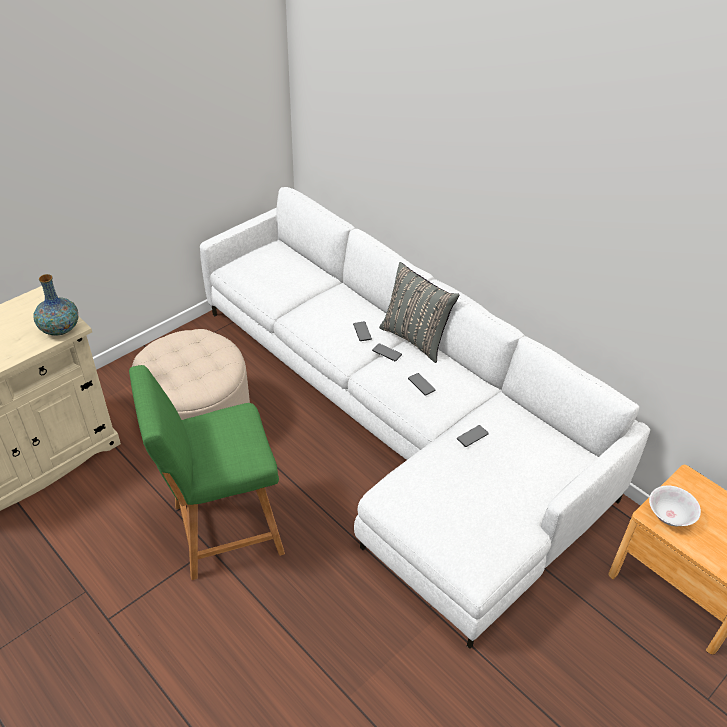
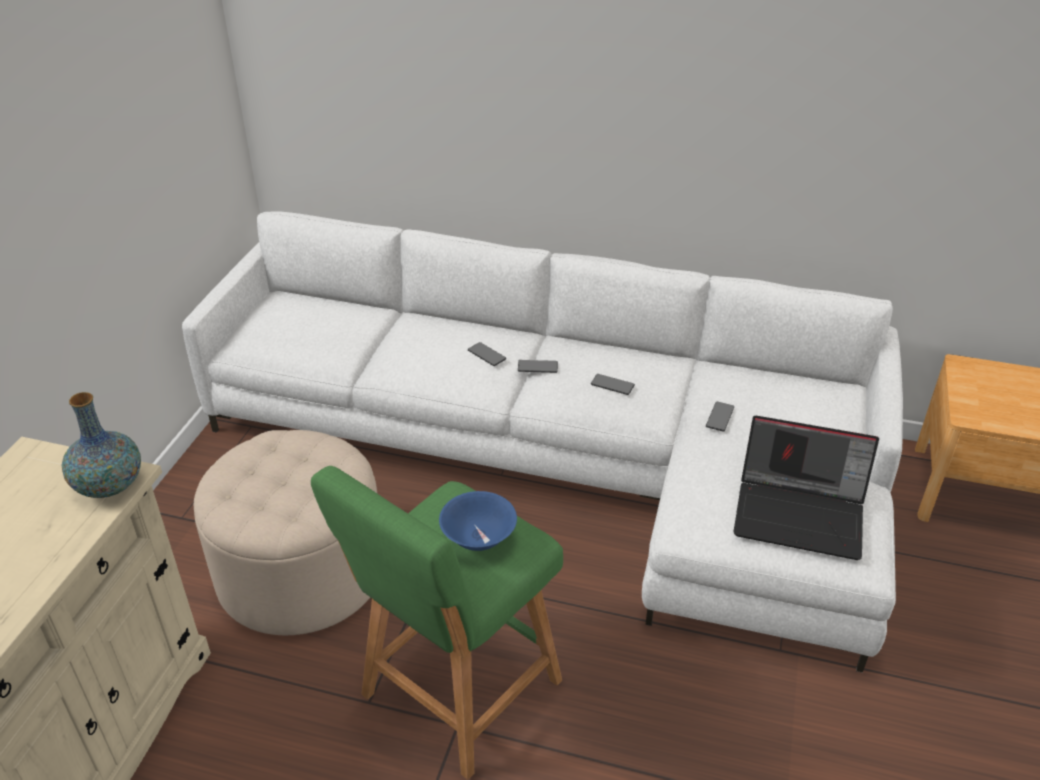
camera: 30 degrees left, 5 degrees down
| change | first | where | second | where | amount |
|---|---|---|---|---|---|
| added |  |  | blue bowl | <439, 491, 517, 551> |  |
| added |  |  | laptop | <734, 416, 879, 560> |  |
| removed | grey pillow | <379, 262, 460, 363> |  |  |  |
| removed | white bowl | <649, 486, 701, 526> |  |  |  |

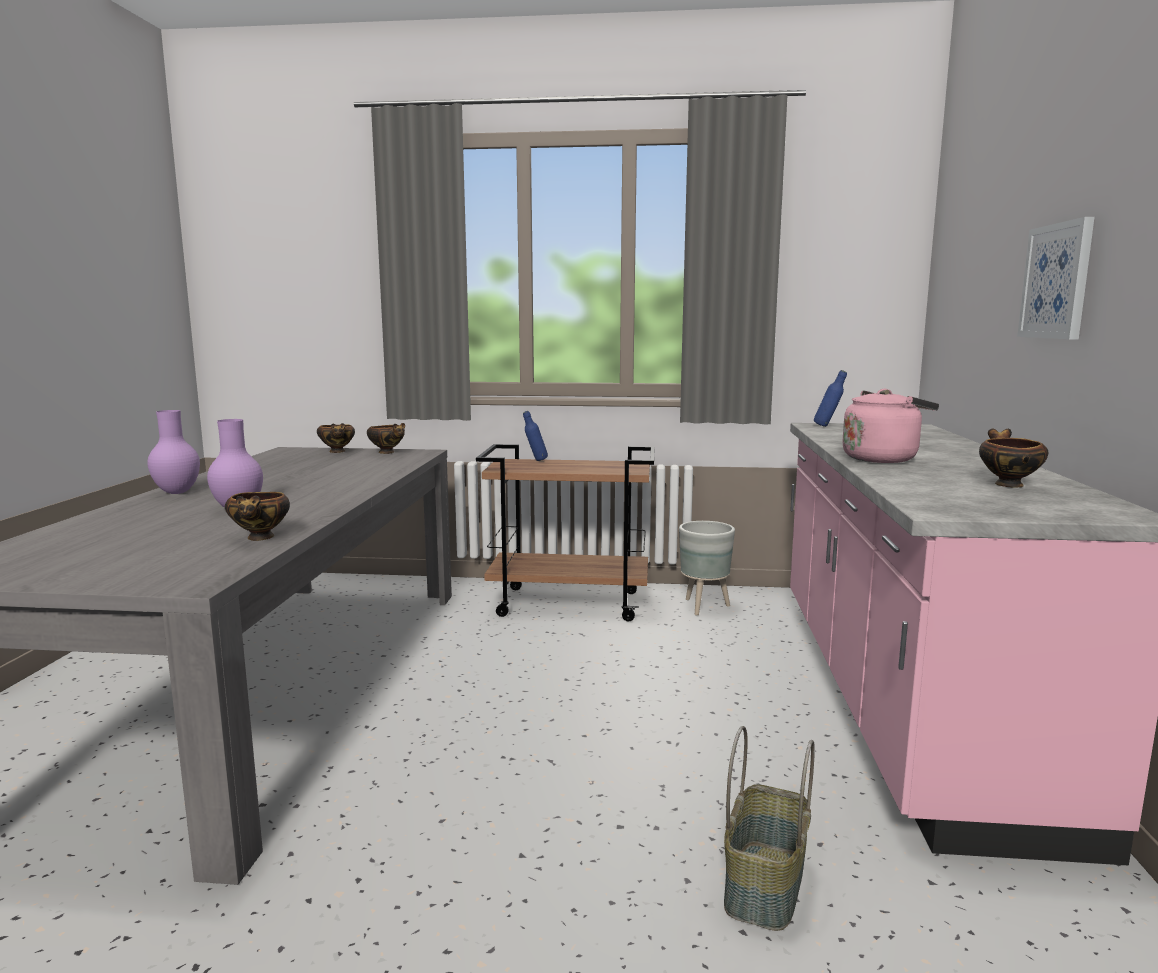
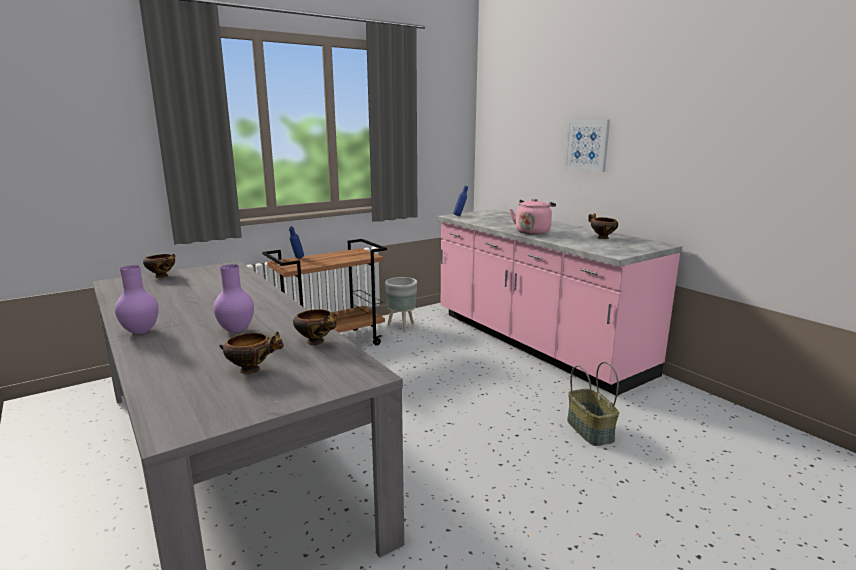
camera: 40 degrees left, 5 degrees up
| change | first | where | second | where | amount |
|---|---|---|---|---|---|
| moved | bowl | <367, 423, 405, 454> |  | <219, 332, 284, 374> |  |

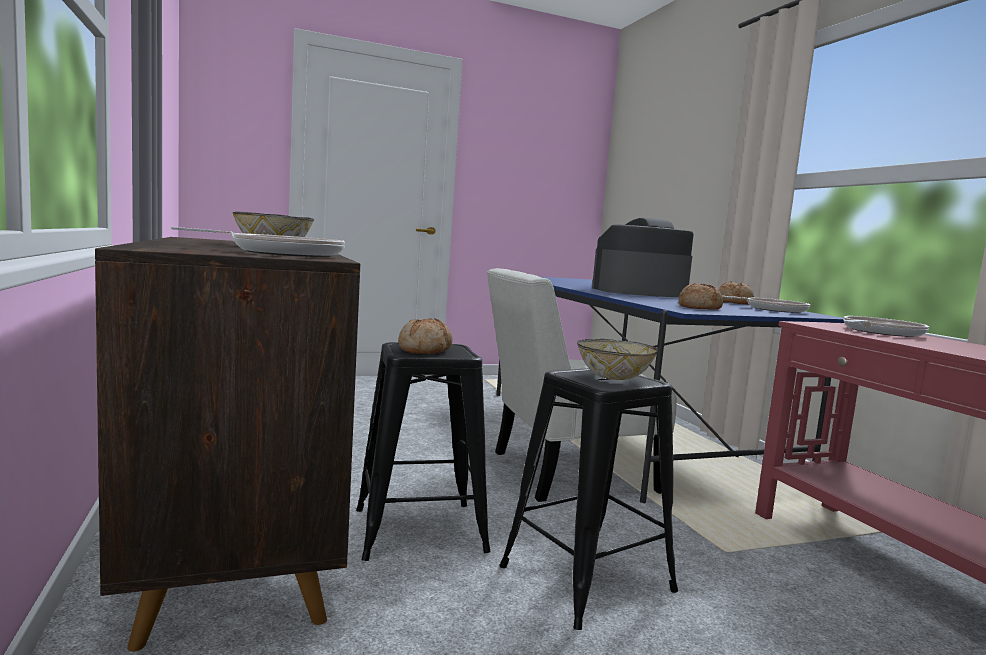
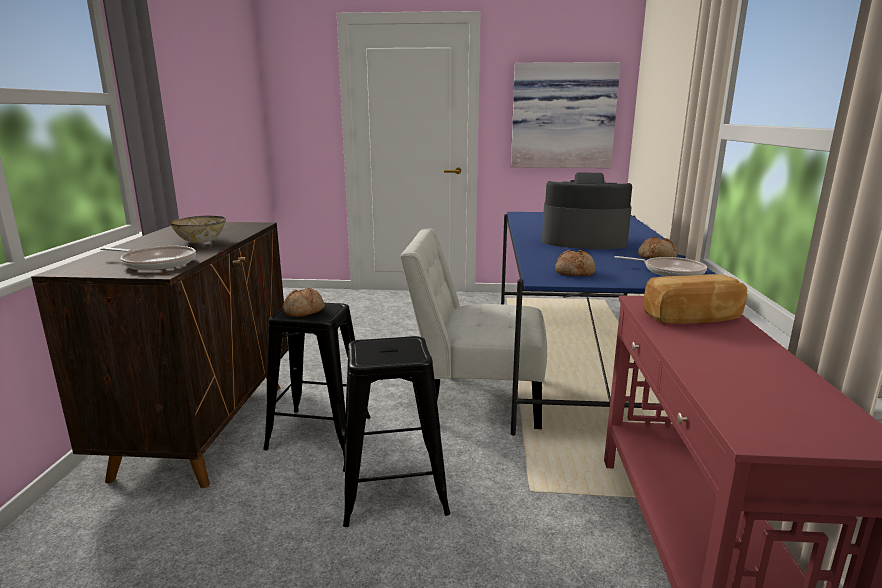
camera: 25 degrees right, 10 degrees up
| change | first | where | second | where | amount |
|---|---|---|---|---|---|
| added |  |  | picture | <511, 62, 621, 168> |  |
| replaced | frying pan | <843, 316, 929, 337> | bread | <644, 274, 747, 324> |  |
| removed | bowl | <577, 339, 658, 380> |  |  |  |

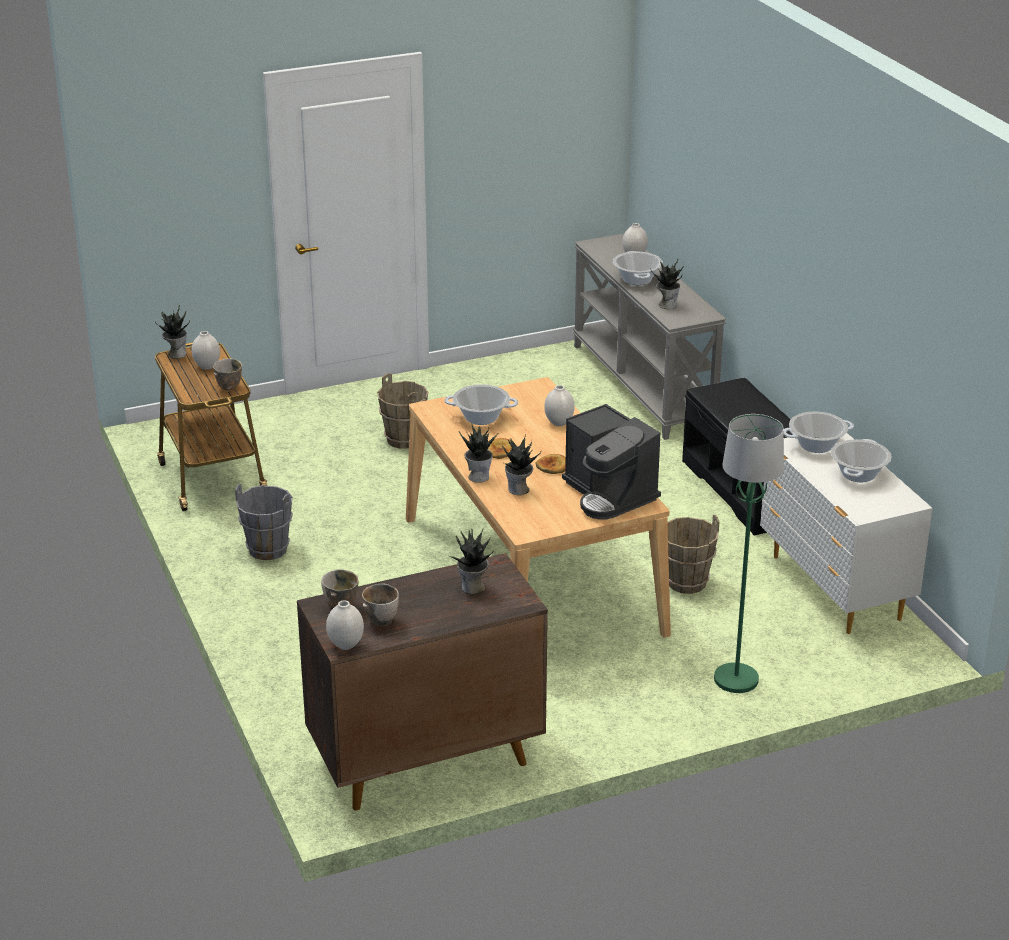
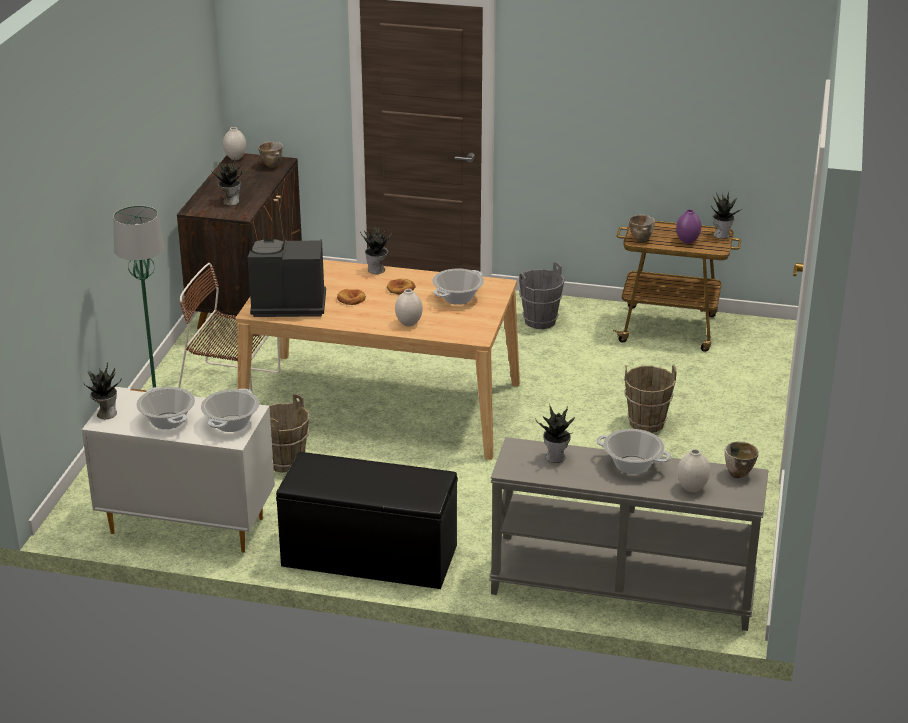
camera: 125 degrees right, 0 degrees up
| change | first | where | second | where | amount |
|---|---|---|---|---|---|
| moved | potted plant | <502, 434, 541, 495> |  | <84, 362, 121, 419> |  |
| added |  |  | brown chair | <178, 263, 281, 394> |  |
| recoloured | white vase | <192, 331, 220, 370> | purple vase | <676, 209, 701, 244> |  |
| moved | bowl | <362, 583, 399, 627> |  | <725, 441, 759, 478> |  |

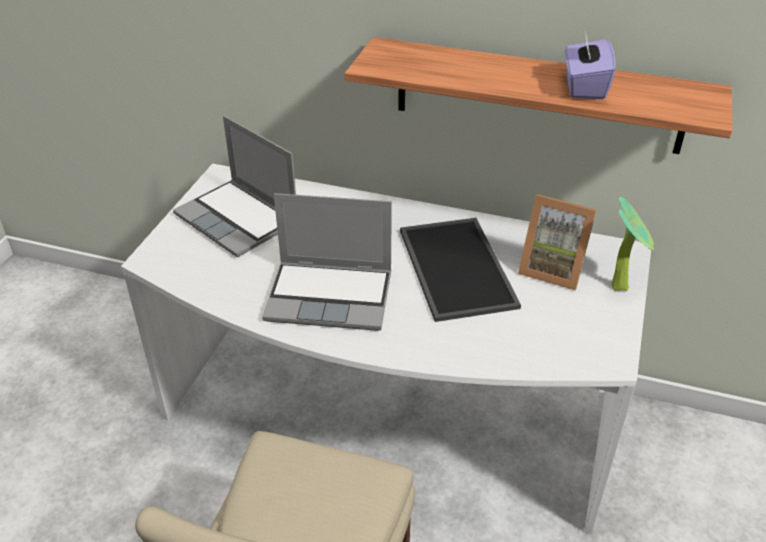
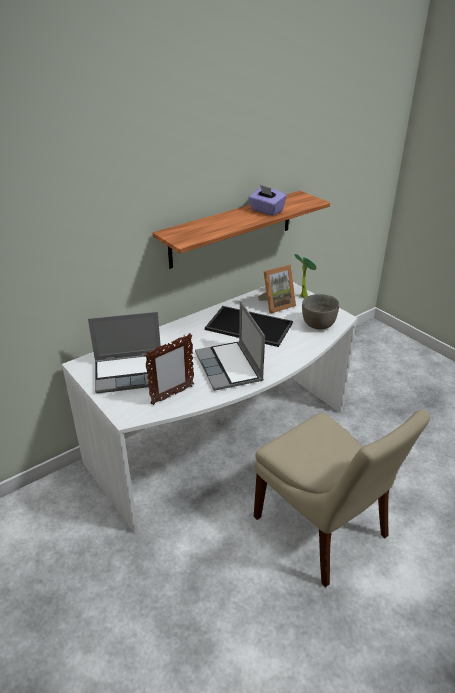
camera: 55 degrees left, 5 degrees down
| change | first | where | second | where | amount |
|---|---|---|---|---|---|
| added |  |  | picture frame | <144, 333, 194, 405> |  |
| turned | laptop | <262, 193, 392, 331> |  | <195, 301, 265, 391> | 120 degrees clockwise |
| added |  |  | grey bowl | <302, 294, 339, 330> |  |

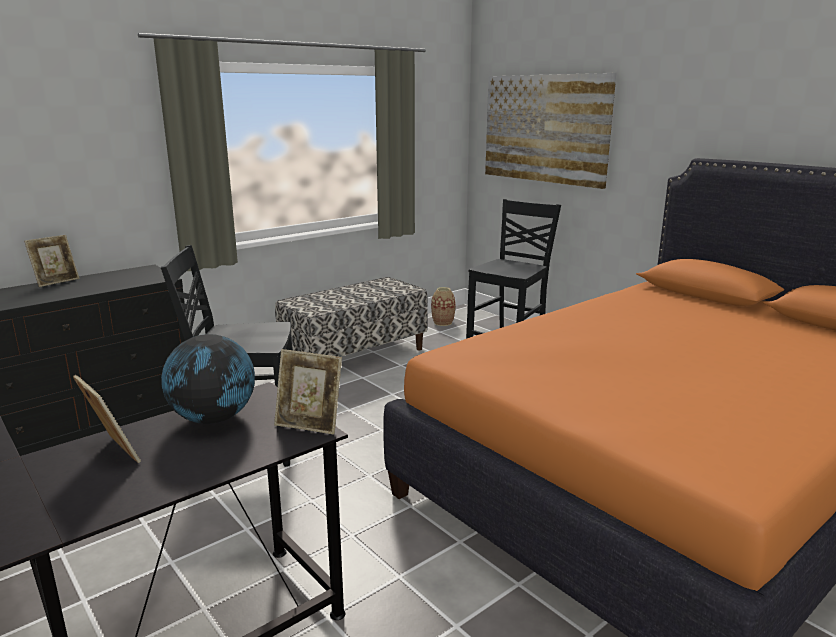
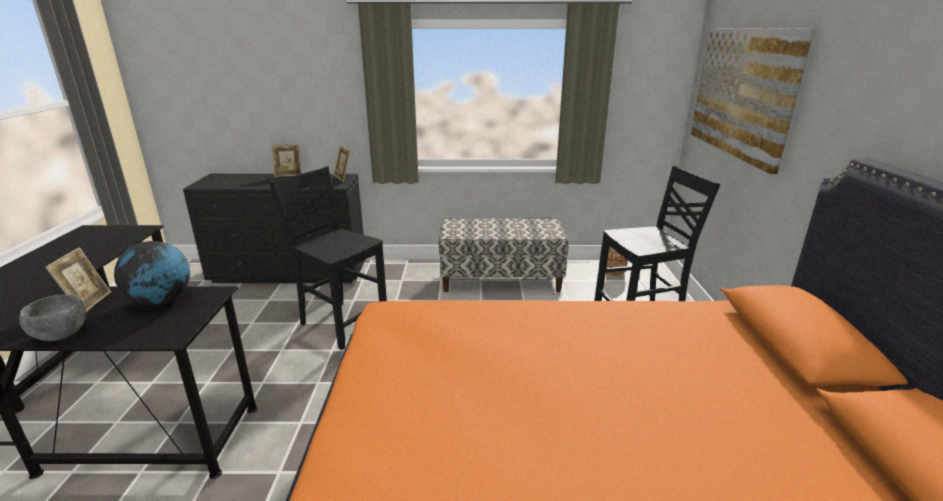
camera: 40 degrees right, 5 degrees up
| change | first | where | second | where | amount |
|---|---|---|---|---|---|
| added |  |  | grey bowl | <19, 294, 86, 341> |  |
| moved | picture frame | <274, 349, 342, 434> |  | <334, 145, 350, 182> |  |

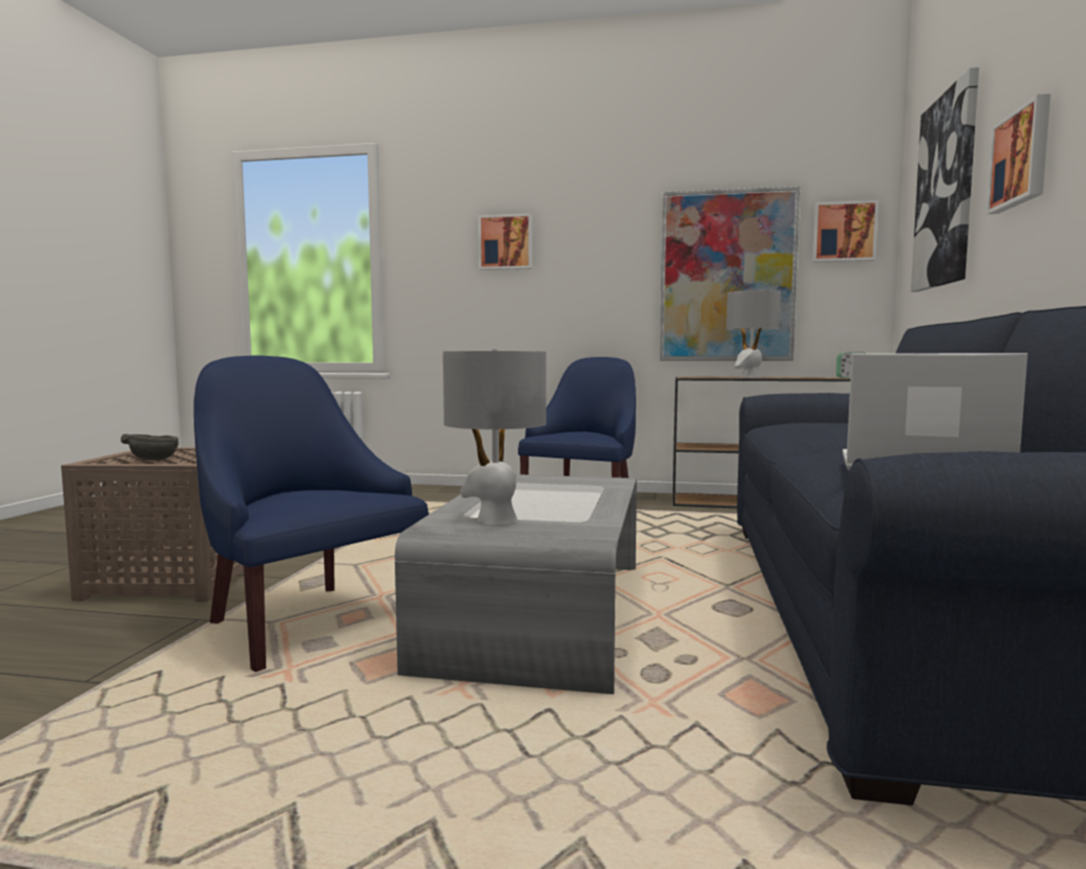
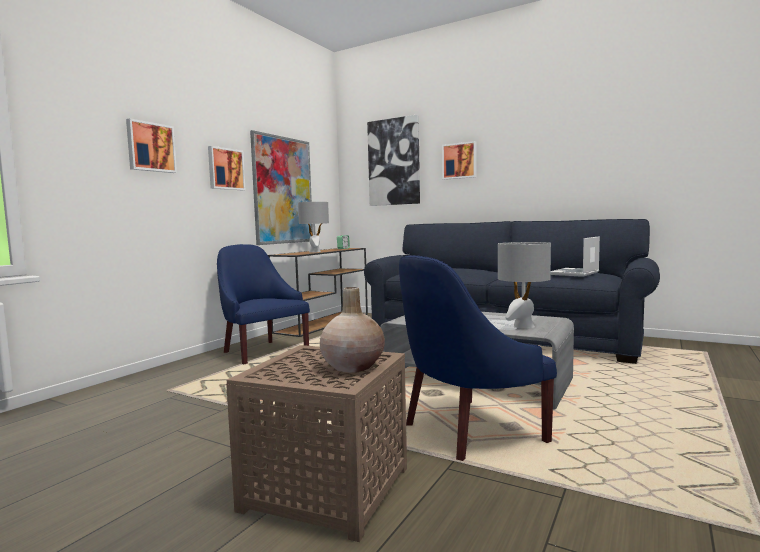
camera: 70 degrees left, 0 degrees up
| change | first | where | second | where | amount |
|---|---|---|---|---|---|
| moved | picture | <812, 200, 879, 262> |  | <208, 146, 245, 190> |  |
| replaced | grey bowl | <121, 434, 179, 460> | beige vase | <320, 287, 385, 373> |  |

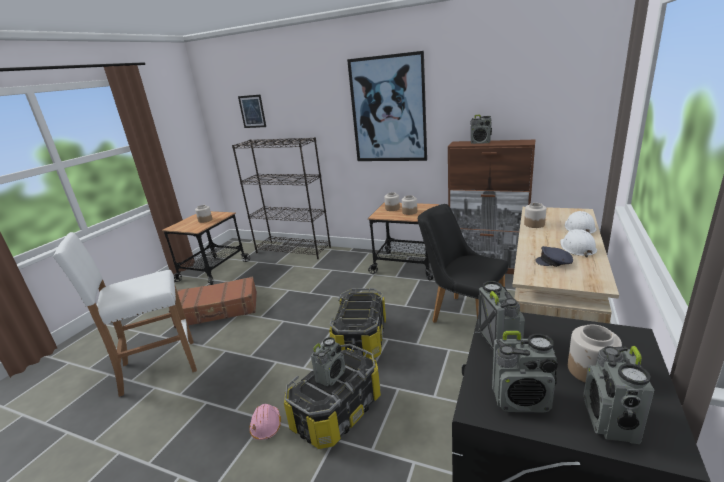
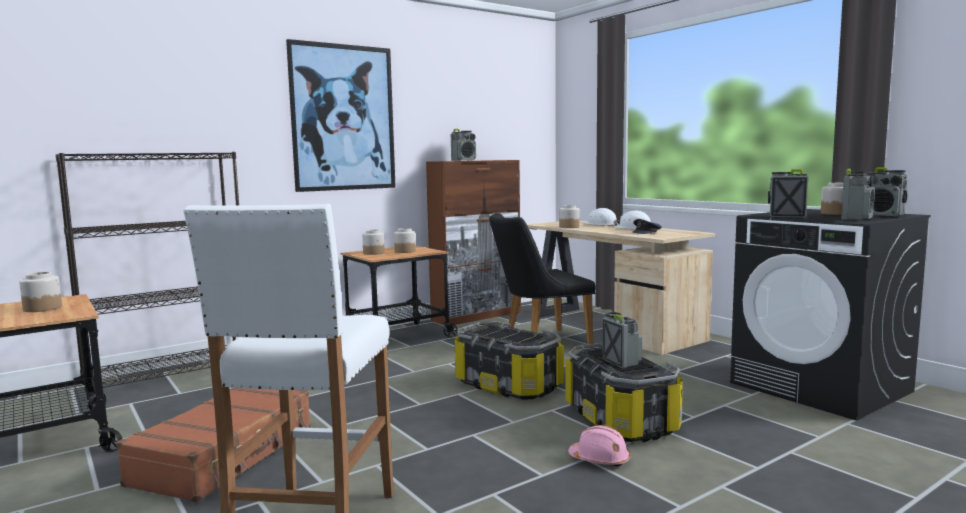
camera: 60 degrees left, 15 degrees down
| change | first | where | second | where | amount |
|---|---|---|---|---|---|
| removed | picture | <238, 95, 266, 128> |  |  |  |

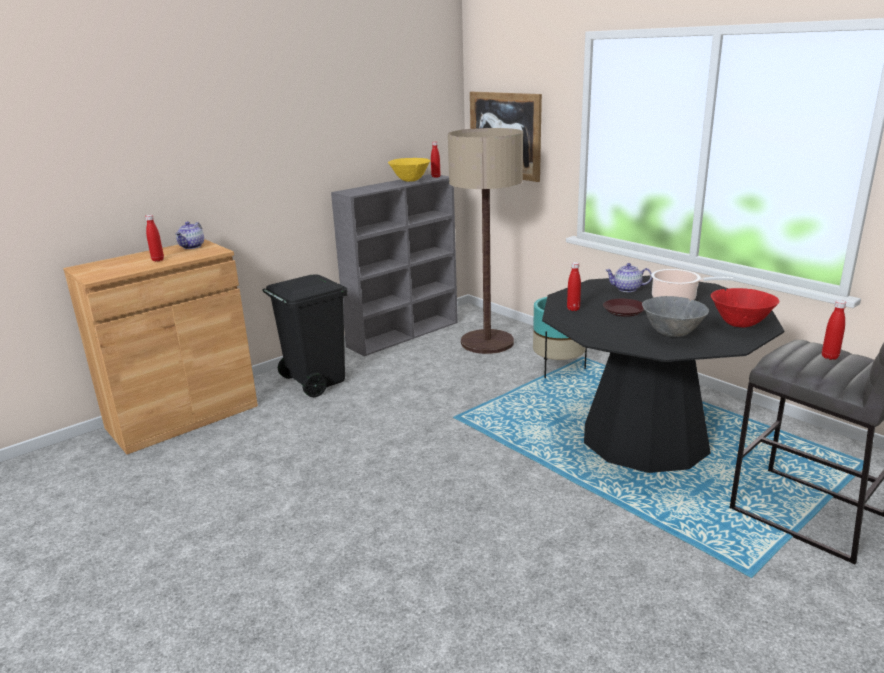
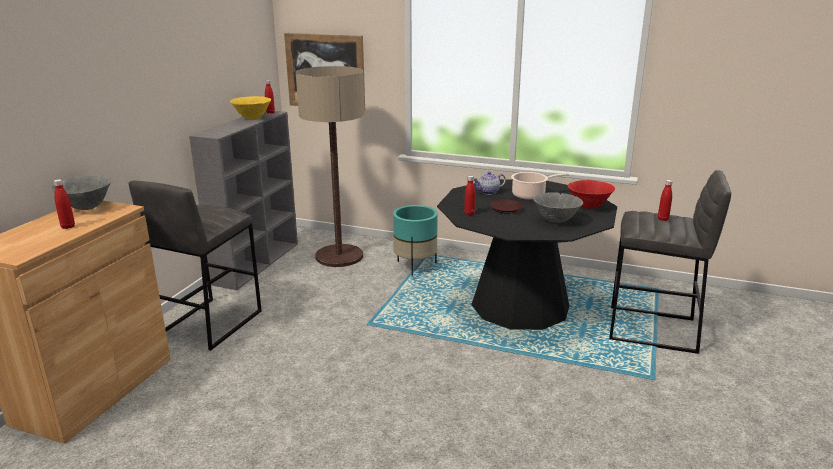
camera: 30 degrees left, 0 degrees up
| change | first | where | second | where | amount |
|---|---|---|---|---|---|
| replaced | teapot | <176, 222, 204, 249> | grey bowl | <51, 176, 112, 210> |  |
| replaced | black trash can | <263, 275, 347, 397> | grey stool | <128, 181, 262, 351> |  |

